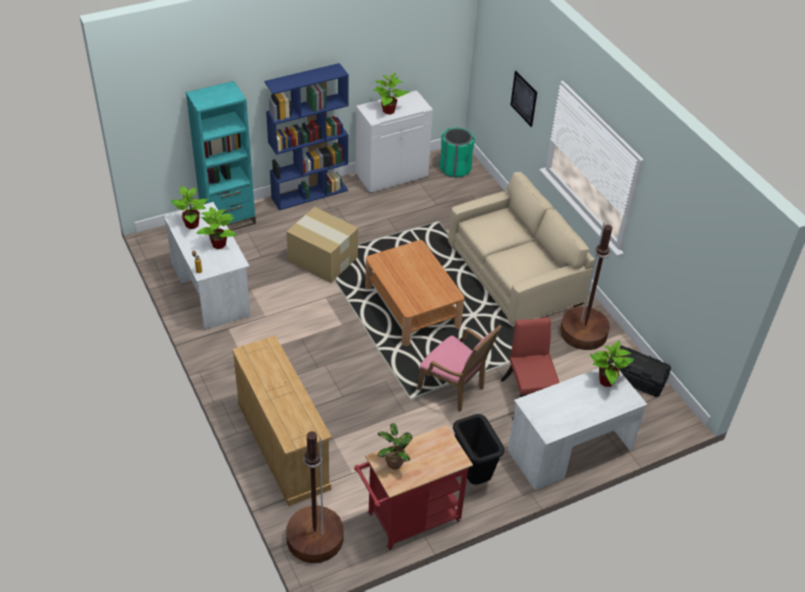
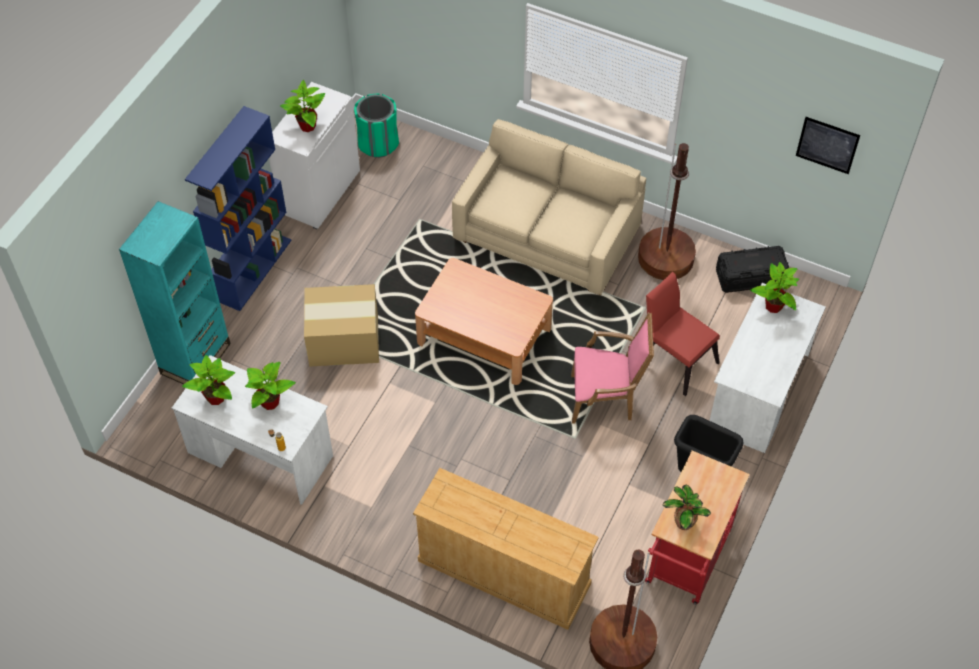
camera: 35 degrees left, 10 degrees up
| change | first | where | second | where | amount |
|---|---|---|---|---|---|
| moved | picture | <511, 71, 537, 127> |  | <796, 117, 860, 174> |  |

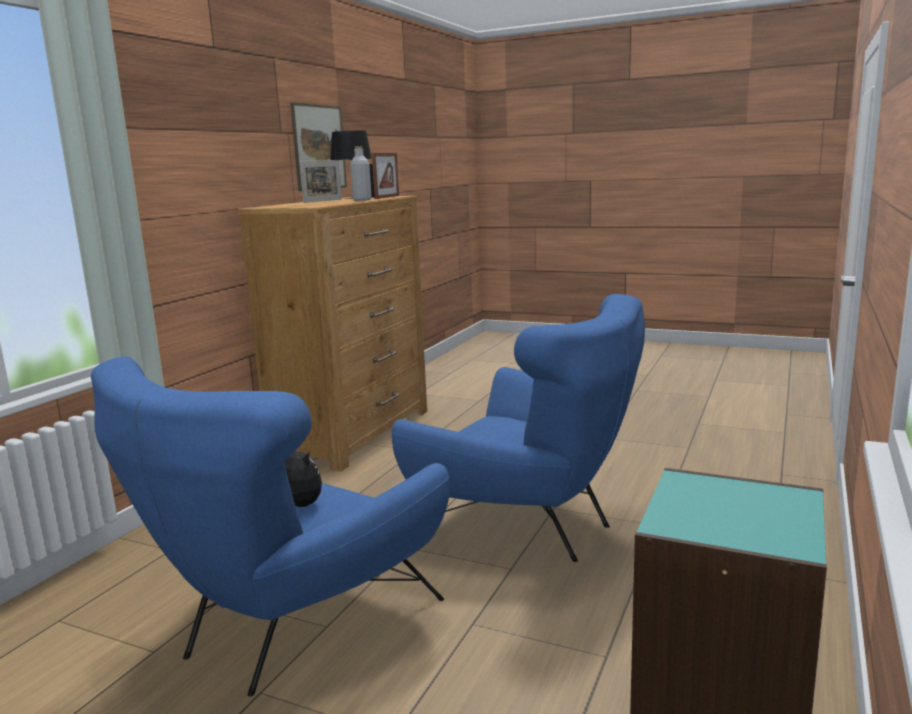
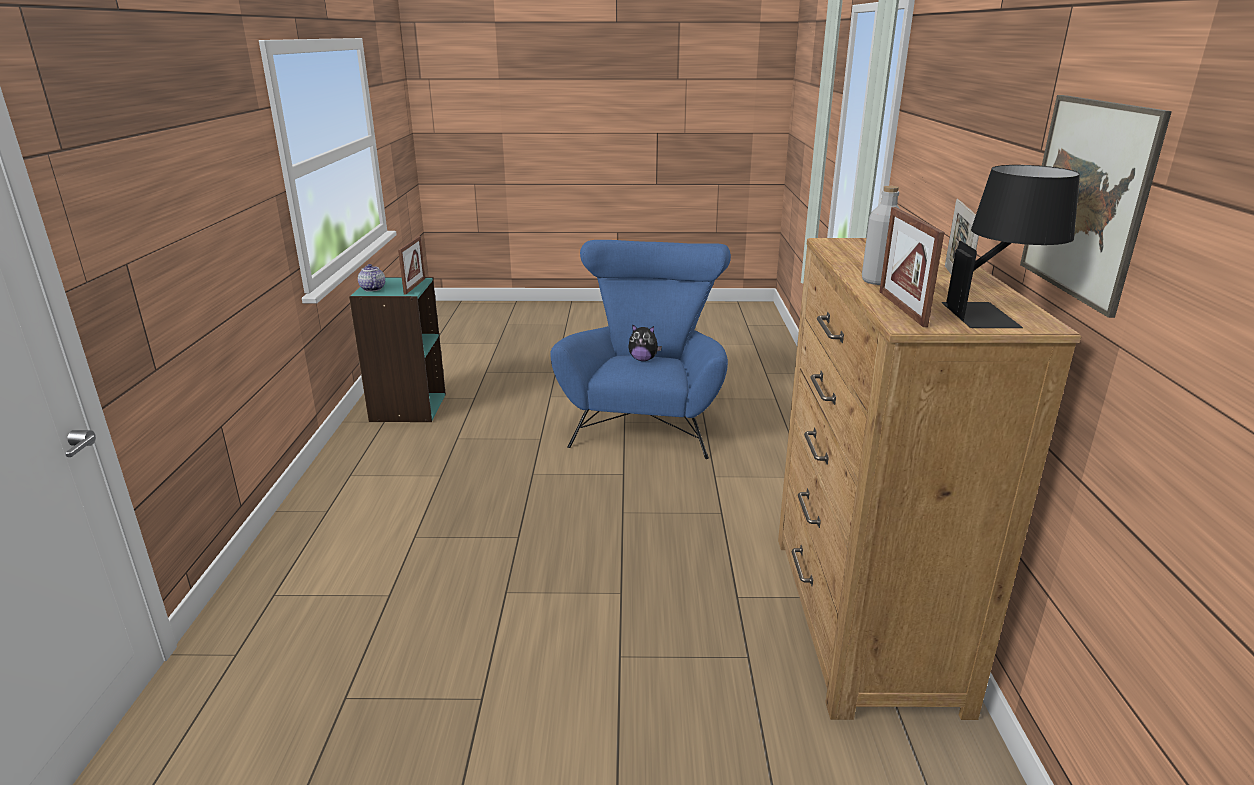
camera: 155 degrees right, 10 degrees up
| change | first | where | second | where | amount |
|---|---|---|---|---|---|
| added |  |  | teapot | <358, 264, 385, 292> |  |
| added |  |  | picture frame | <398, 236, 425, 295> |  |
| removed | blue armchair | <392, 294, 645, 562> |  |  |  |

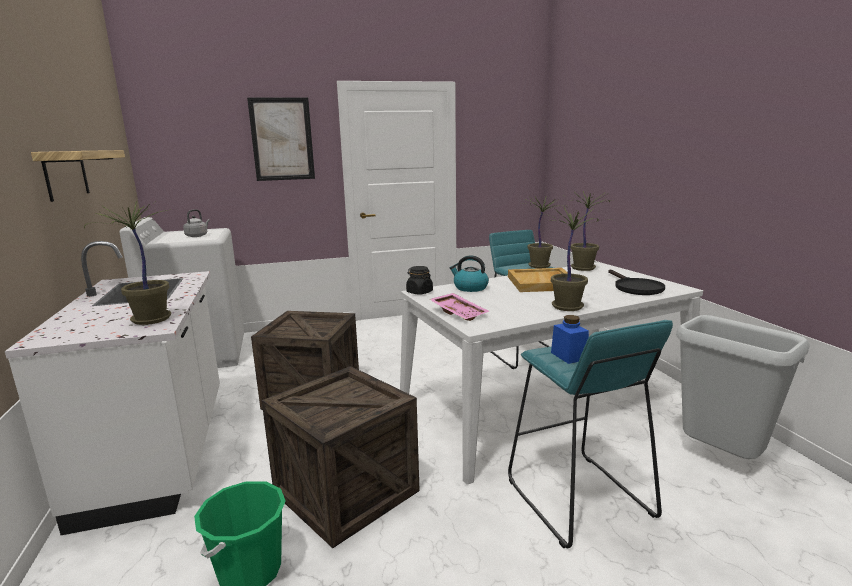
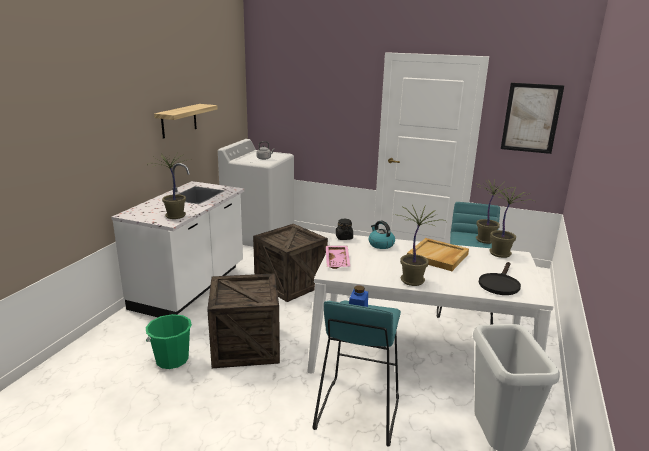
camera: 35 degrees right, 5 degrees up
| change | first | where | second | where | amount |
|---|---|---|---|---|---|
| moved | picture | <247, 98, 315, 181> |  | <501, 83, 564, 154> |  |

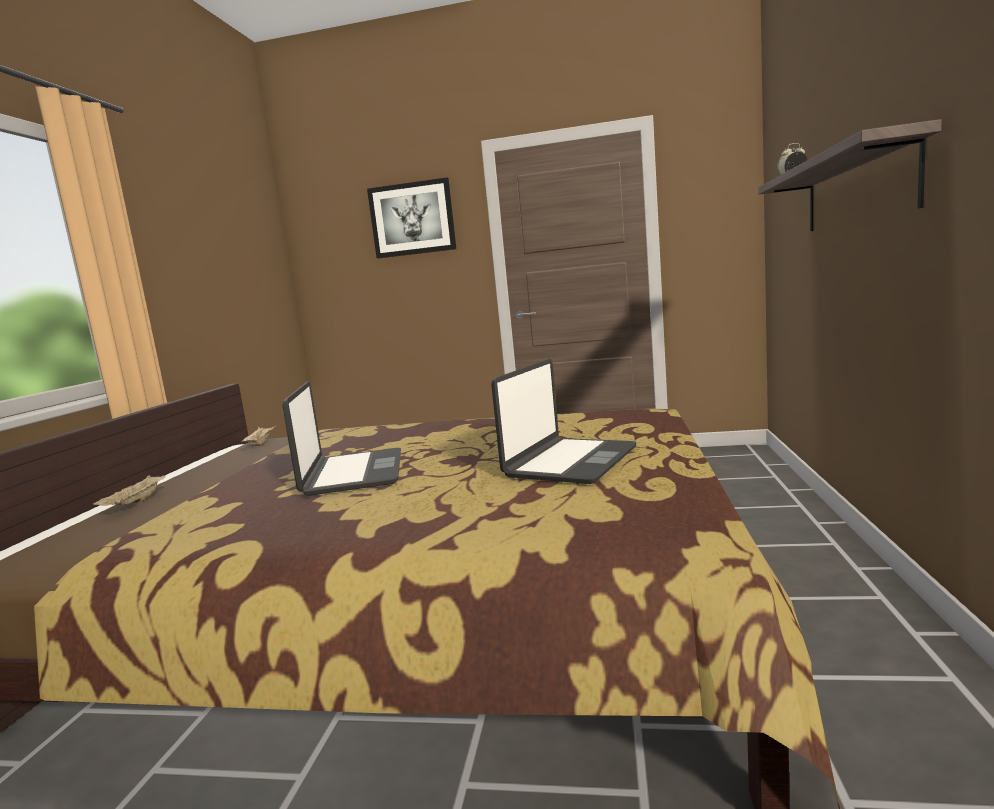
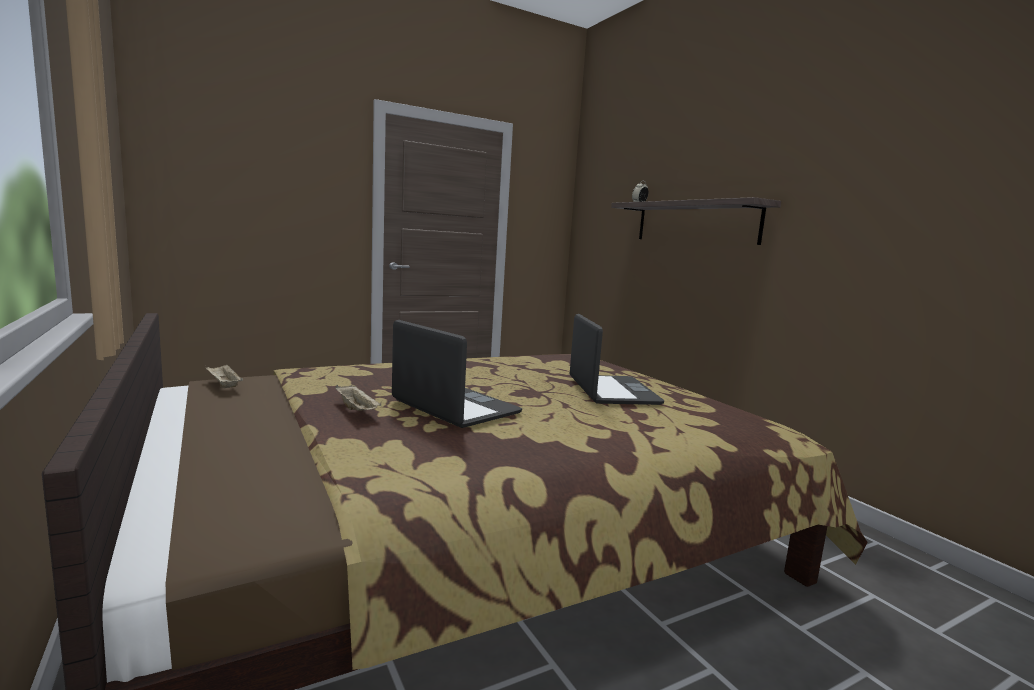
camera: 40 degrees left, 0 degrees up
| change | first | where | second | where | amount |
|---|---|---|---|---|---|
| moved | beige tray | <93, 475, 165, 506> |  | <335, 385, 381, 411> |  |
| removed | picture | <367, 177, 456, 258> |  |  |  |

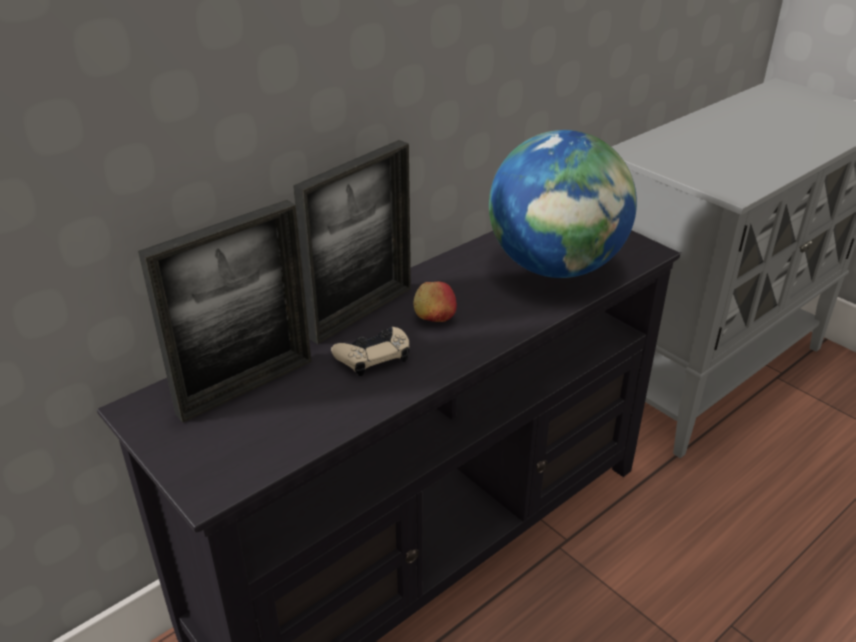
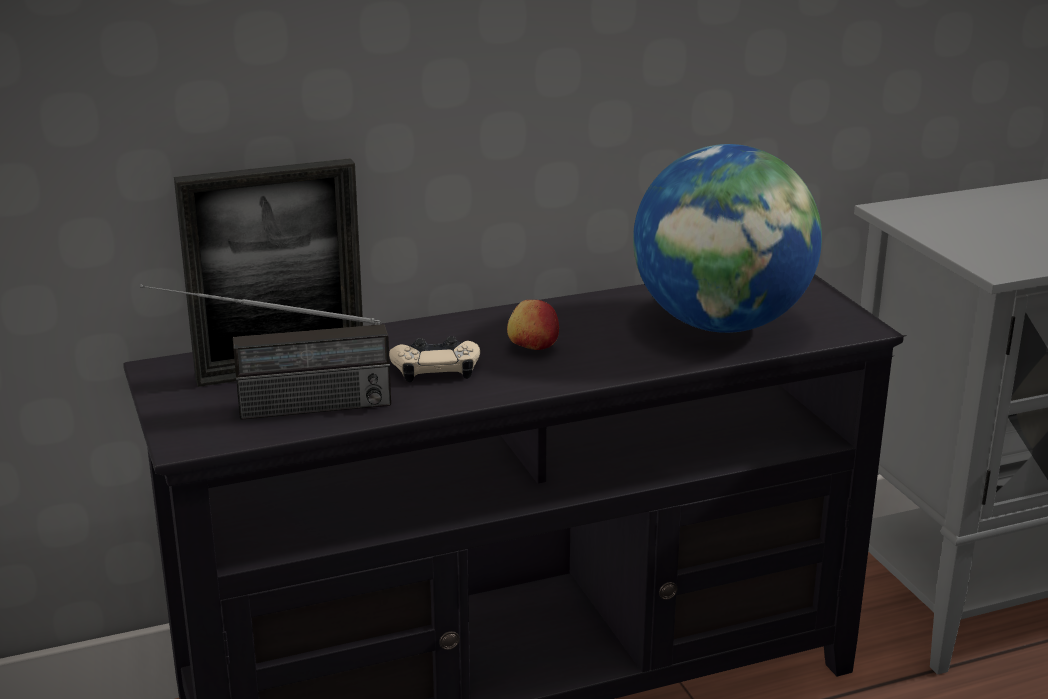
camera: 20 degrees right, 10 degrees down
| change | first | where | second | where | amount |
|---|---|---|---|---|---|
| added |  |  | radio | <140, 284, 391, 420> |  |
| removed | picture frame | <293, 140, 411, 344> |  |  |  |

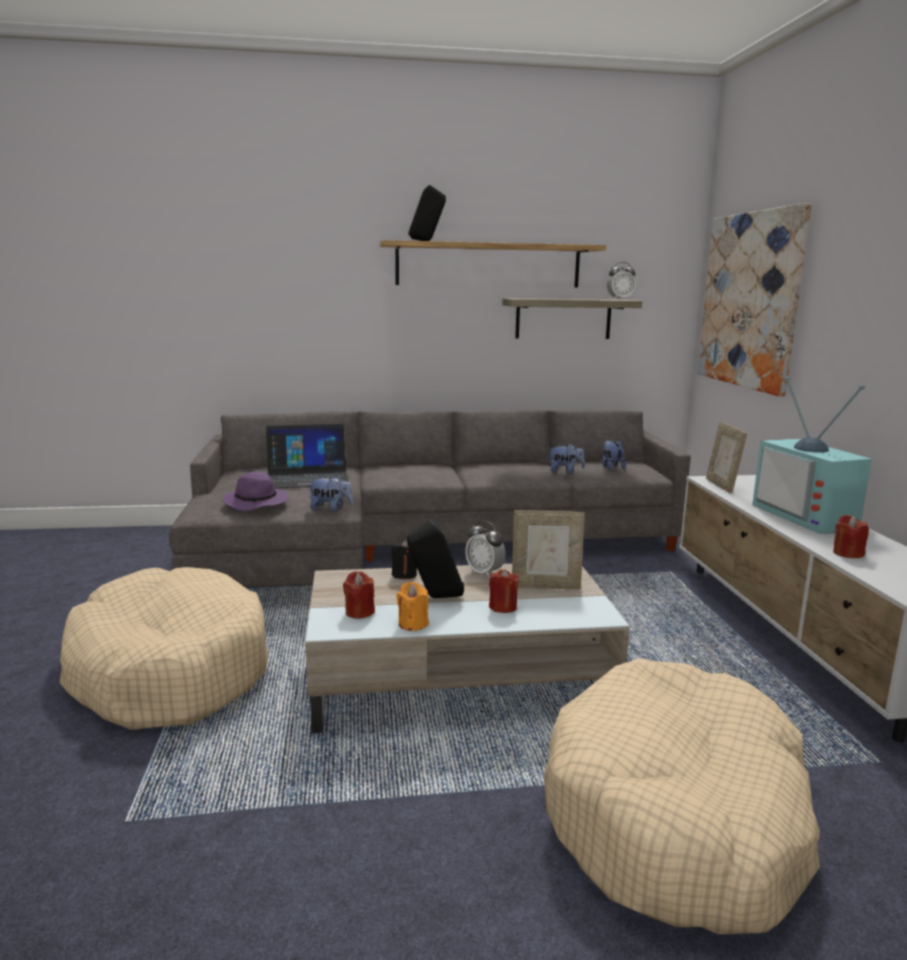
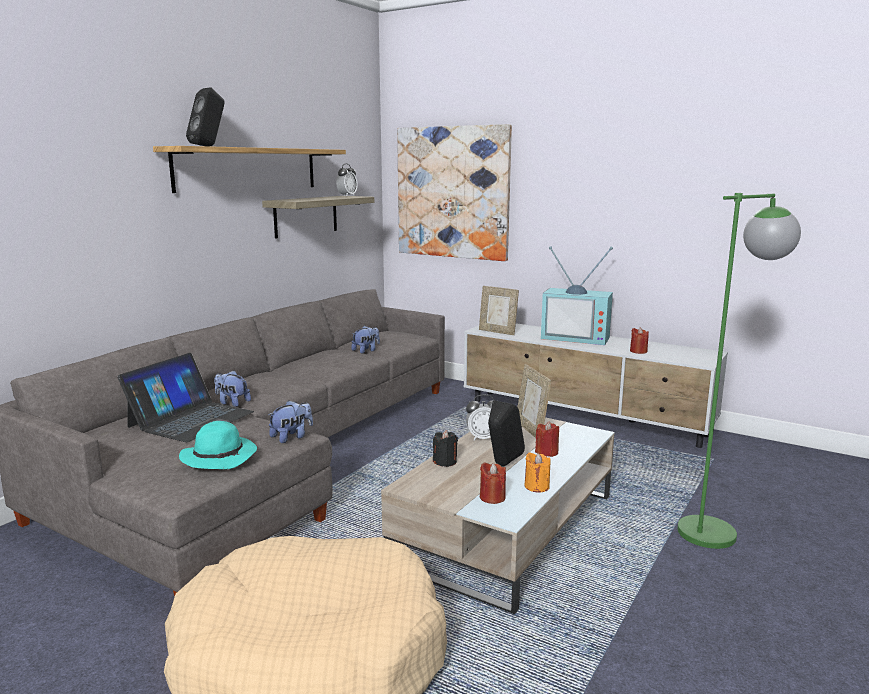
camera: 50 degrees left, 0 degrees up
| change | first | where | second | where | amount |
|---|---|---|---|---|---|
| recoloured | purple hat | <223, 471, 289, 511> | turquoise hat | <179, 421, 257, 469> |  |
| moved | plush toy | <602, 440, 626, 470> |  | <214, 370, 251, 407> |  |
| turned | picture frame | <512, 510, 585, 590> |  | <518, 364, 551, 438> | 120 degrees clockwise |
| replaced | beige dog bed | <544, 658, 820, 934> | green floor lamp | <677, 193, 801, 549> |  |

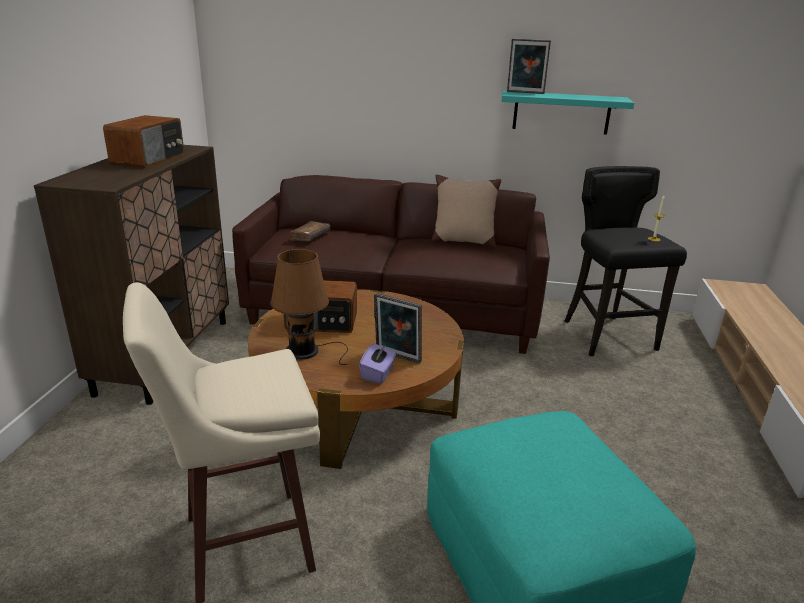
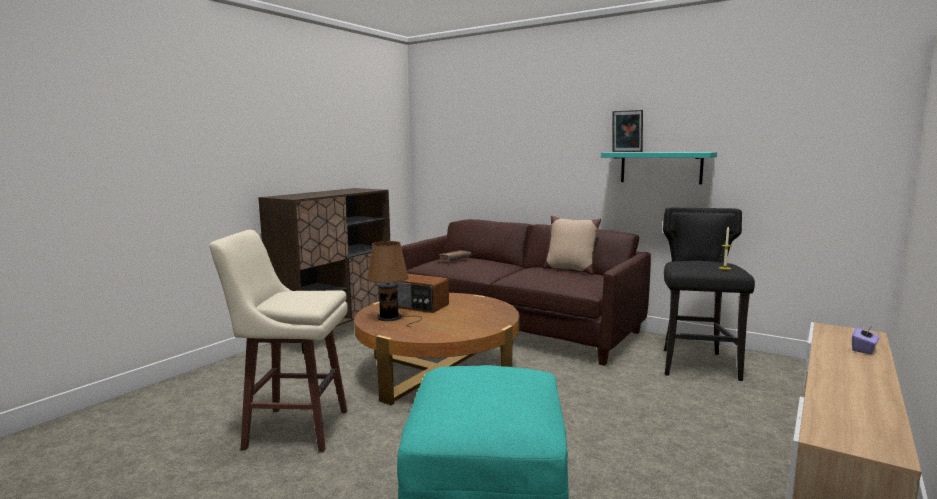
camera: 25 degrees right, 15 degrees down
| change | first | where | second | where | amount |
|---|---|---|---|---|---|
| moved | purple tissue box | <359, 344, 396, 384> |  | <852, 325, 880, 354> |  |
| removed | radio | <103, 115, 184, 168> |  |  |  |
| removed | picture frame | <374, 293, 422, 364> |  |  |  |

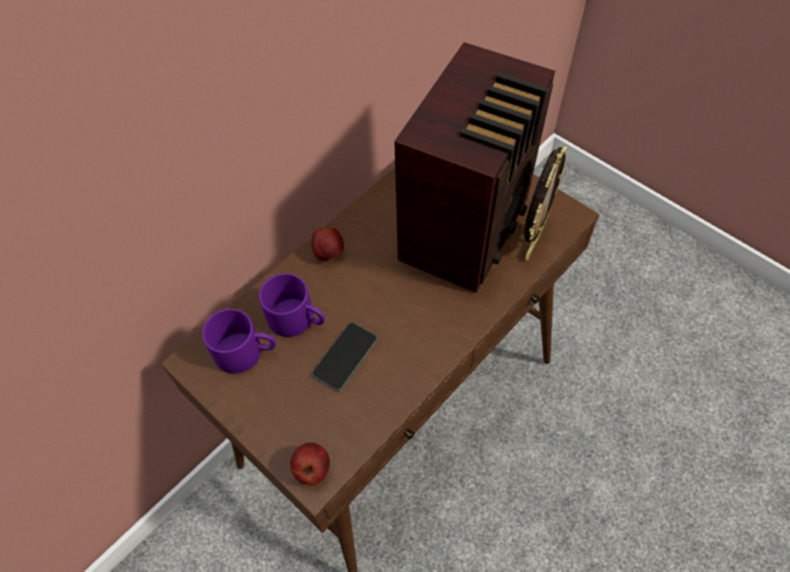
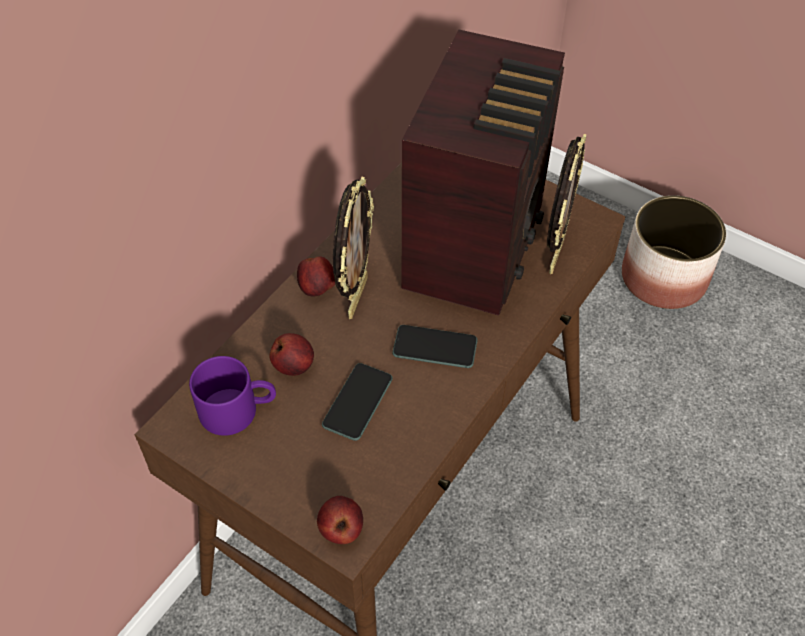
camera: 10 degrees left, 5 degrees down
| change | first | where | second | where | amount |
|---|---|---|---|---|---|
| replaced | purple mug | <259, 273, 325, 337> | apple | <269, 333, 314, 376> |  |
| added |  |  | picture frame | <333, 176, 374, 319> |  |
| added |  |  | phone | <392, 325, 477, 368> |  |
| added |  |  | planter | <622, 195, 726, 309> |  |

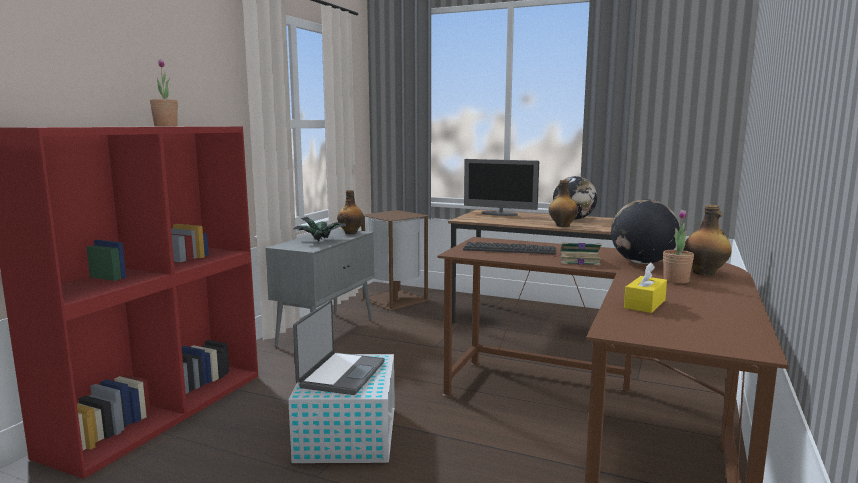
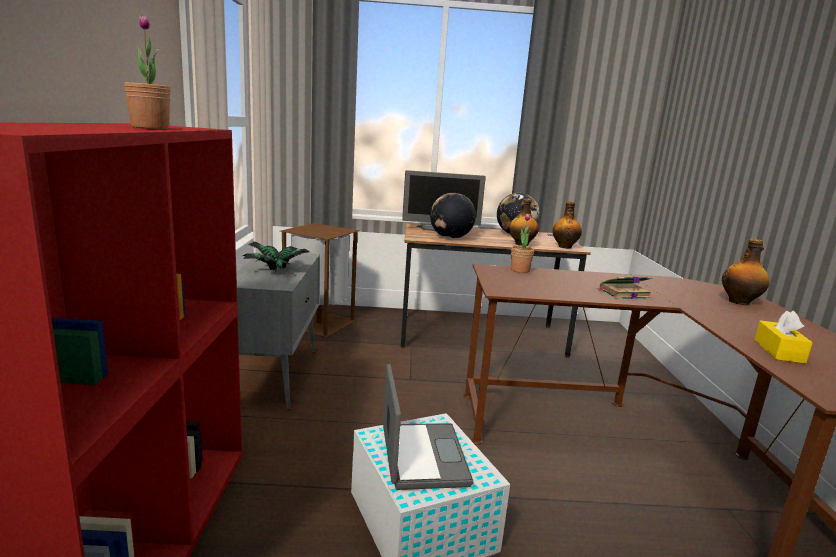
camera: 25 degrees left, 5 degrees up
| change | first | where | second | where | amount |
|---|---|---|---|---|---|
| moved | globe | <611, 199, 680, 264> |  | <430, 193, 476, 239> |  |
| moved | potted plant | <663, 210, 694, 283> |  | <511, 214, 534, 273> |  |
| moved | bottle | <337, 190, 364, 234> |  | <552, 201, 582, 249> |  |
| removed | keyboard | <463, 242, 556, 254> |  |  |  |

